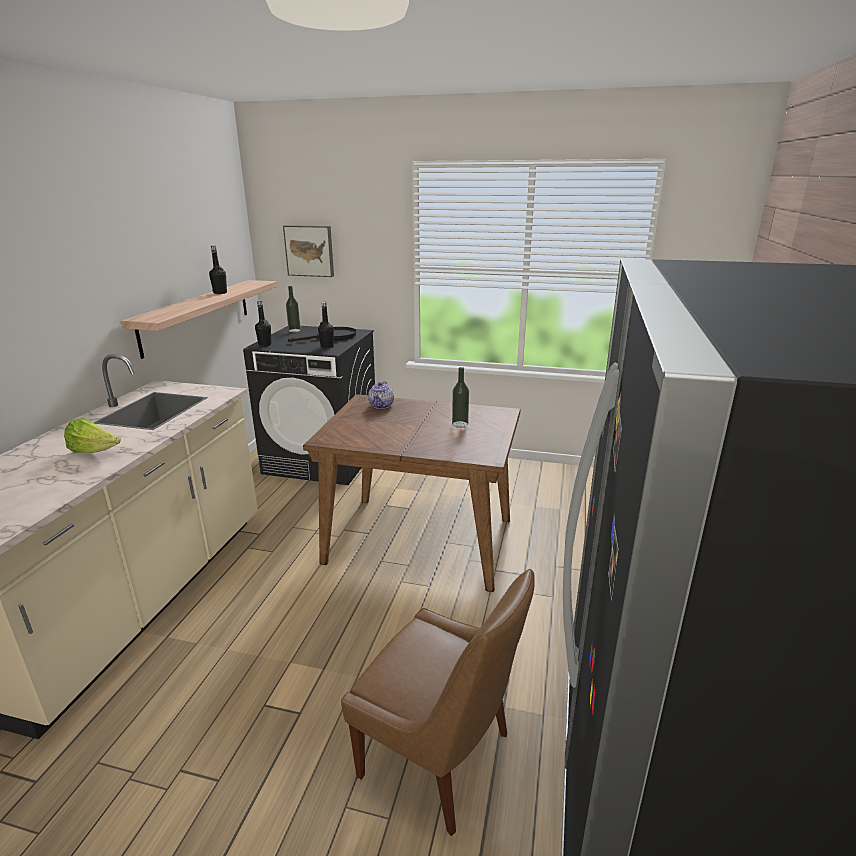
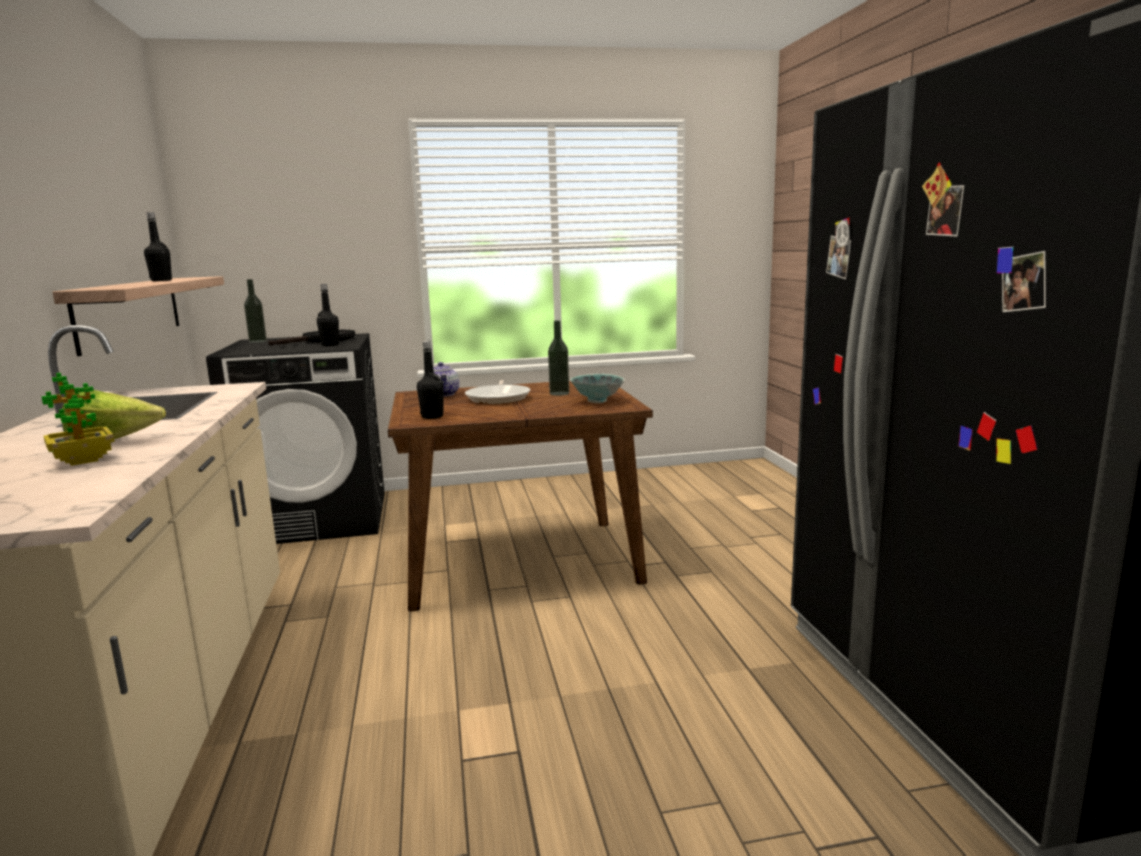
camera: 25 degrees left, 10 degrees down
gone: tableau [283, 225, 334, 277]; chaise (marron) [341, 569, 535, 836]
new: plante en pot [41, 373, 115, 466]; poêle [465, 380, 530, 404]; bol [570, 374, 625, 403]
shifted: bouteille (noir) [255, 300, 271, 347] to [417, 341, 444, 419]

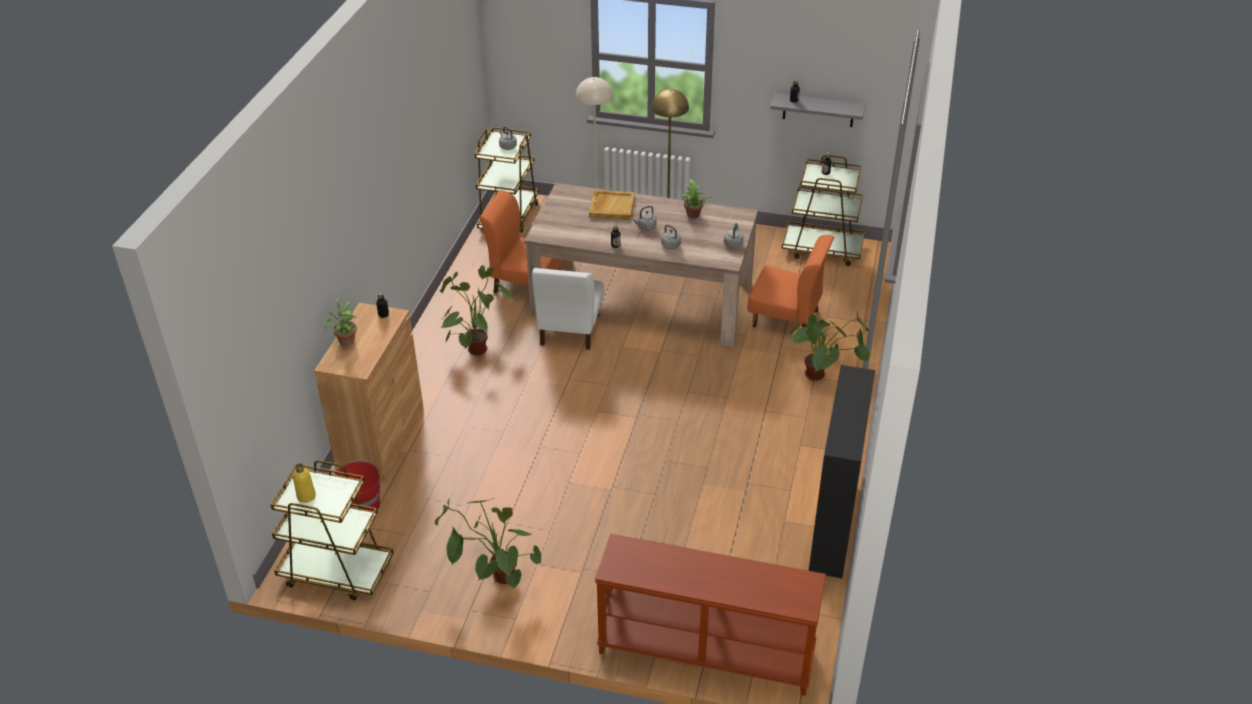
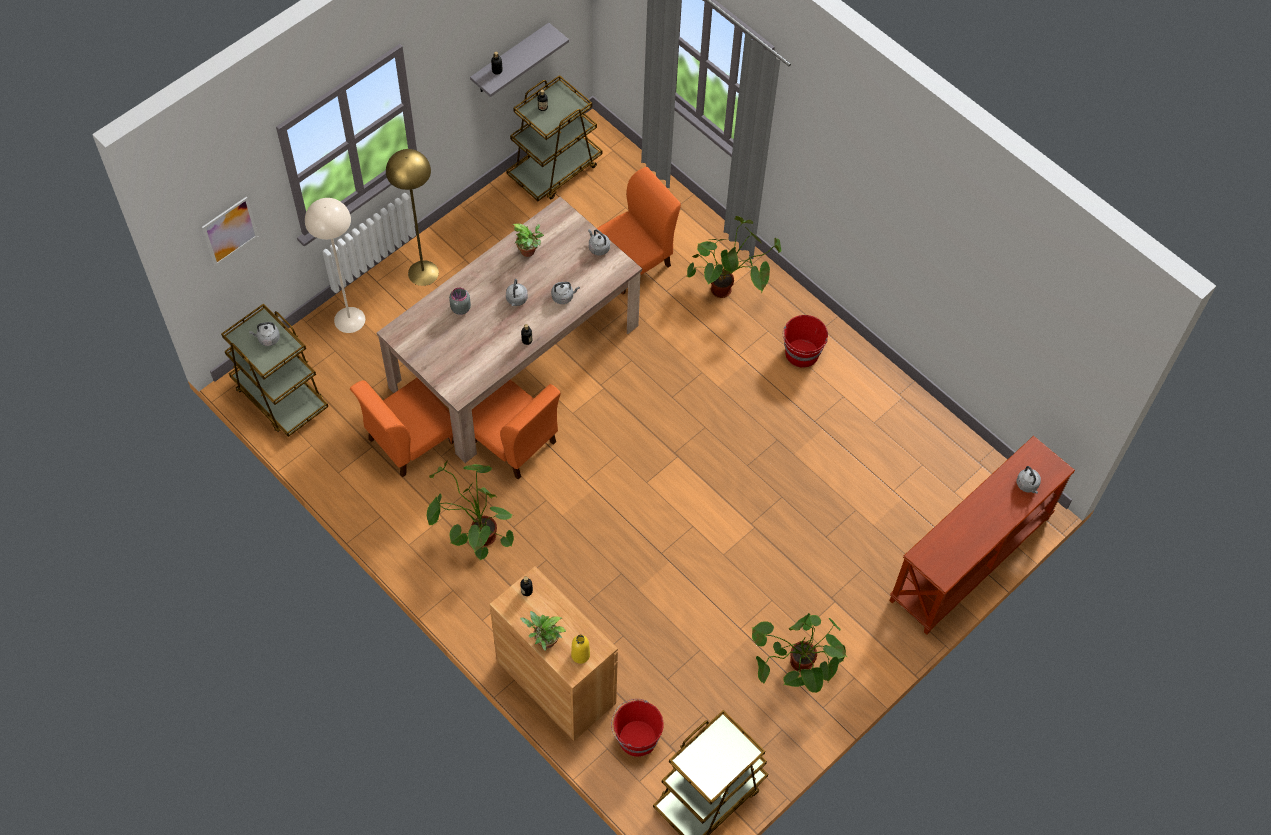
camera: 60 degrees left, 20 degrees up
gone: bibliothèque (noir) [809, 365, 875, 578]
new: tableau [202, 196, 258, 266]; seau (rouge) [783, 315, 828, 368]; bouilloire (gris) [1016, 466, 1041, 494]
shifted: bouteille (jaune) [293, 463, 316, 503] to [571, 635, 590, 664]
swapped: plateau (beige) [589, 190, 635, 220] to bocal (gris) [449, 287, 471, 315]
repainted: chaise (blanc) [532, 268, 604, 350] to chaise (orange) [472, 380, 561, 480]

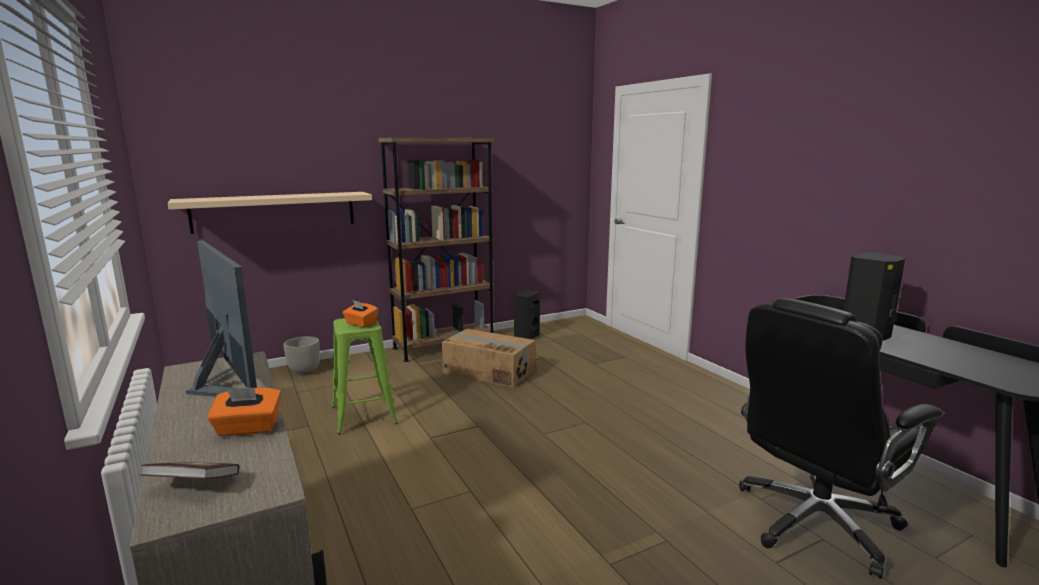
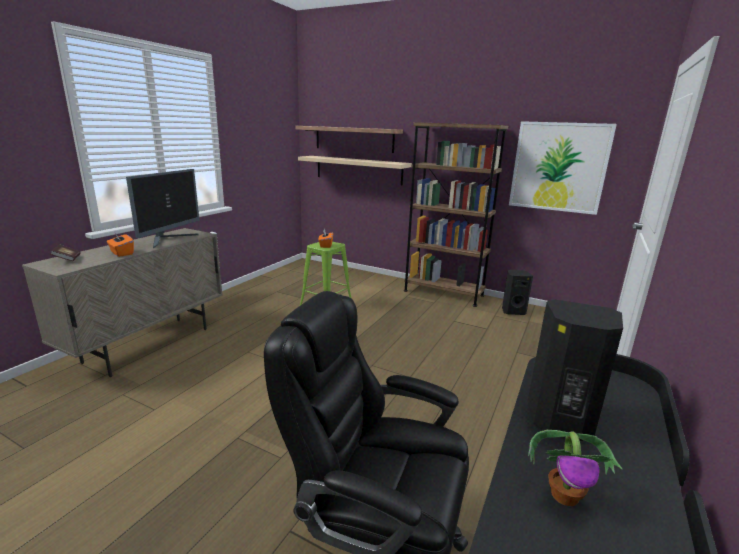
camera: 55 degrees right, 5 degrees up
gone: cache-pot [283, 336, 320, 375]; carton [442, 329, 535, 388]
new: étagère [296, 126, 403, 153]; tableau [509, 121, 617, 215]; plante en pot [528, 430, 623, 506]

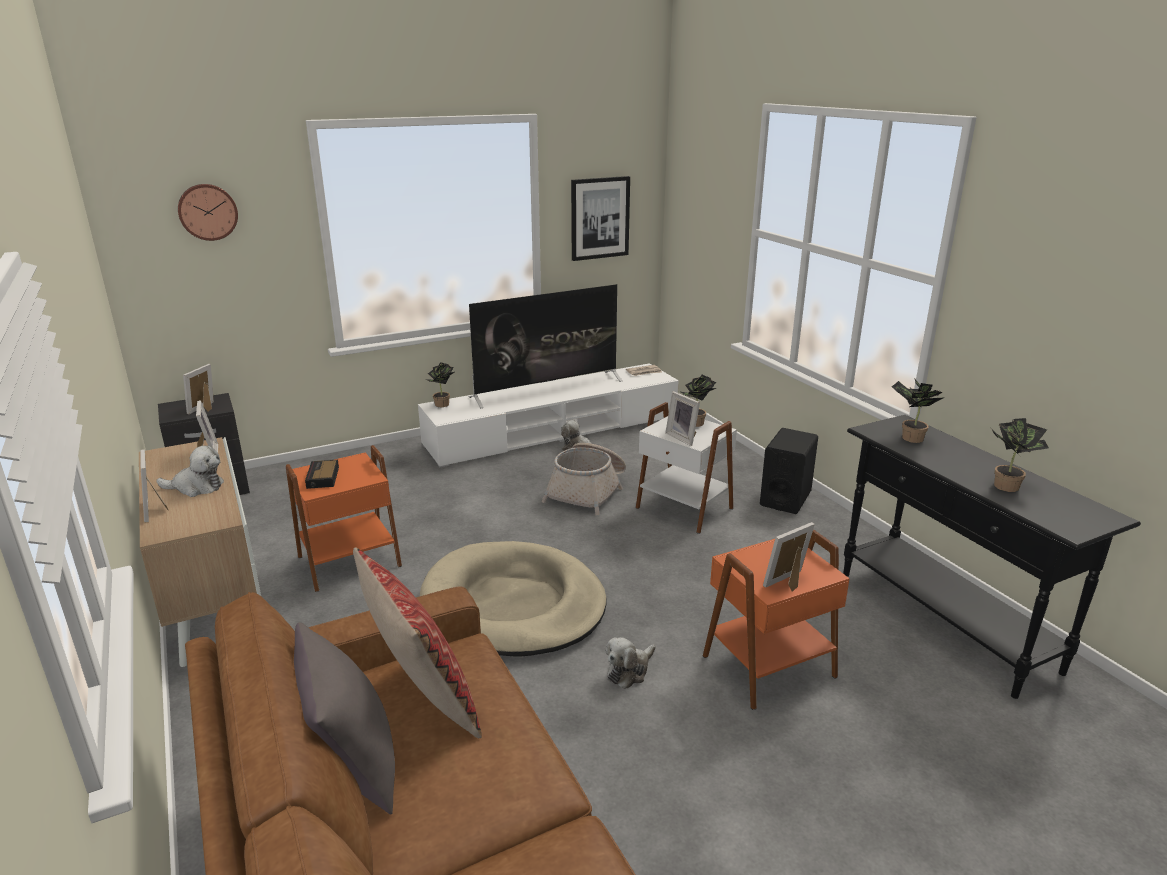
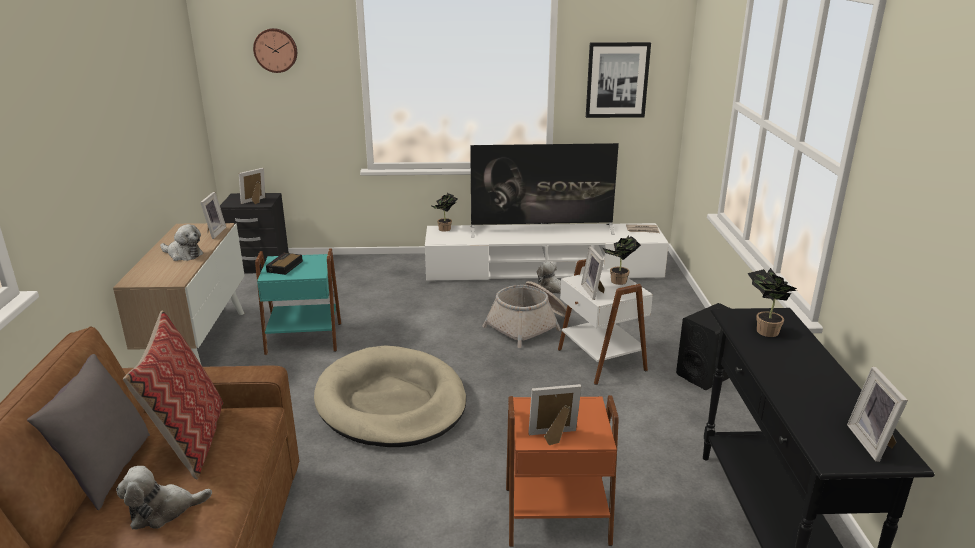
camera: 25 degrees right, 0 degrees up
gone: plante en pot [992, 418, 1049, 492]
shifted: peluche [606, 637, 655, 689] to [116, 466, 212, 529]; cadre photo [140, 449, 169, 522] to [847, 367, 908, 462]
repainted: table d'appoint (orange) [286, 445, 402, 592] to table d'appoint (turquoise) [255, 249, 341, 355]

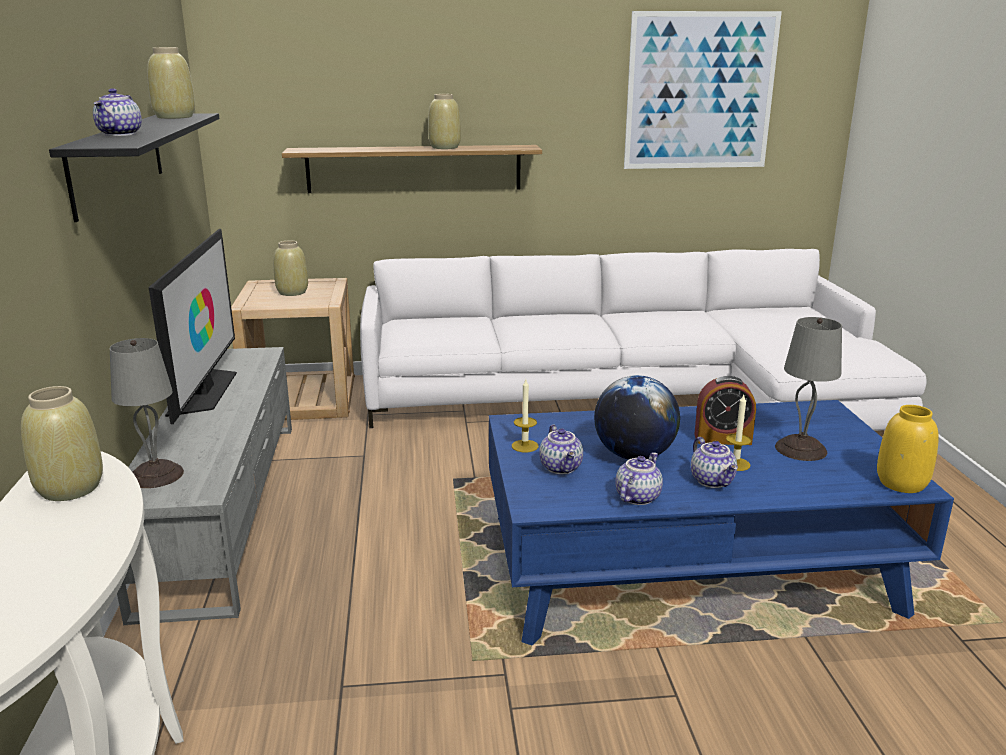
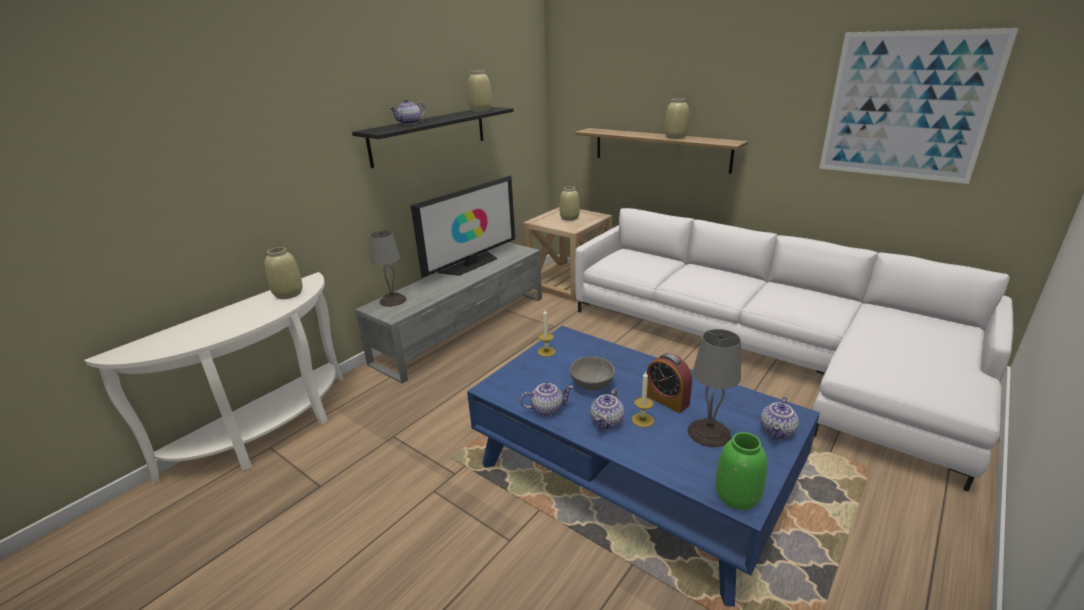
camera: 45 degrees right, 5 degrees up
shifted: théière [539, 425, 583, 474] to [760, 397, 799, 439]
swapped: globe [594, 375, 680, 460] to bol (gris) [570, 356, 615, 391]
repainted: vase (jaune) [877, 405, 939, 493] to vase (vert) [715, 432, 767, 510]

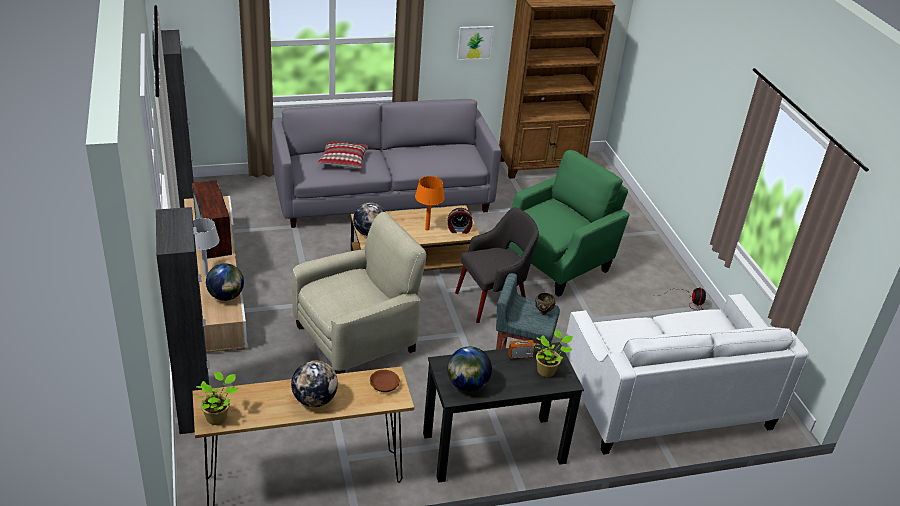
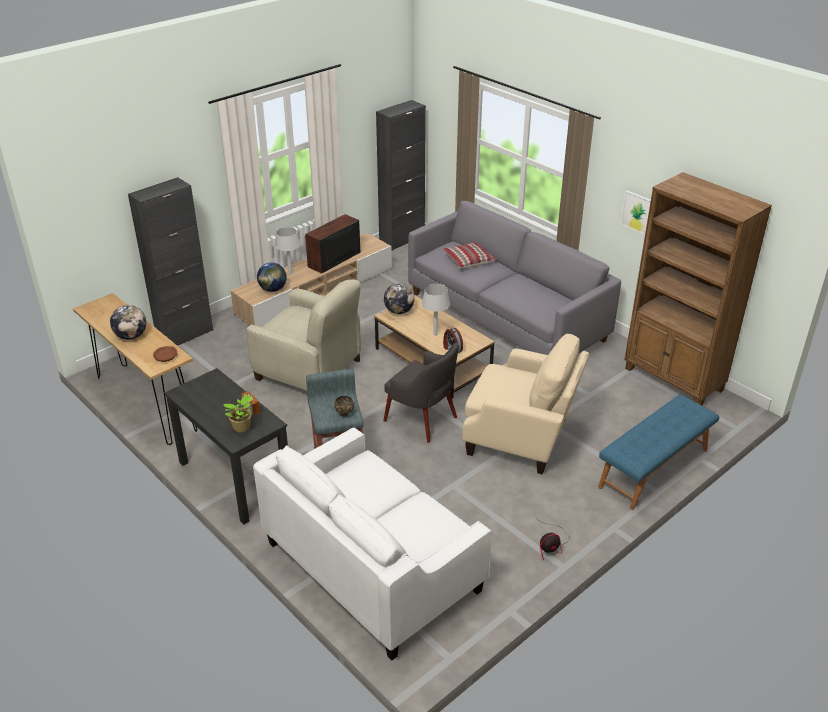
camera: 65 degrees right, 0 degrees up
gone: plante en pot [196, 372, 239, 425]; globe [447, 347, 492, 391]
new: banc (bleu) [598, 395, 719, 510]
repainted: lampe de table (orange) [415, 176, 445, 231] to lampe de table (gris) [422, 284, 450, 336]; fauteuil (vert) [508, 150, 630, 297] to fauteuil (beige) [462, 334, 589, 475]

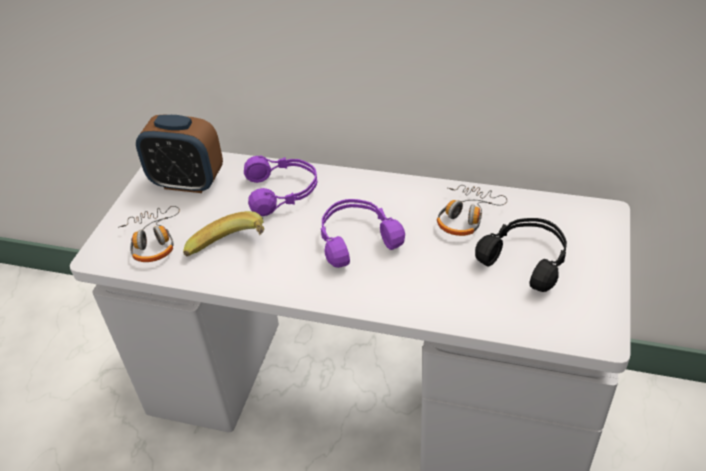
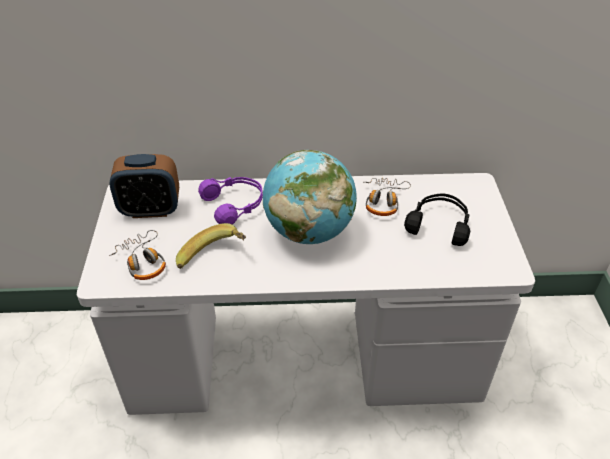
camera: 20 degrees left, 0 degrees up
swapped: casque audio (violet) [321, 199, 405, 268] to globe [263, 150, 357, 244]

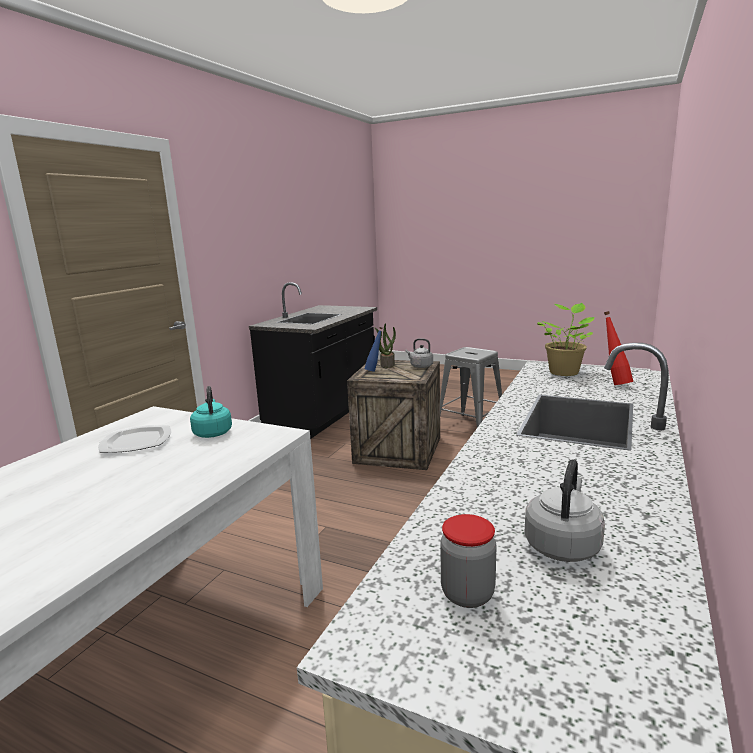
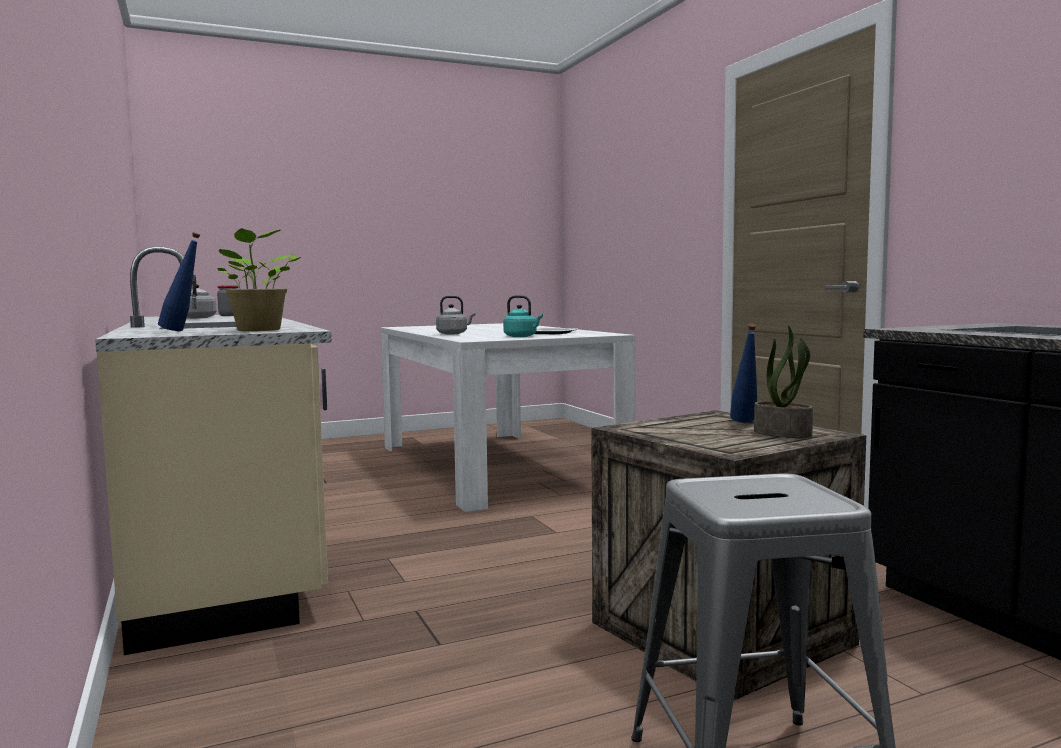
camera: 130 degrees right, 10 degrees down
shifted: bouilloire (gris) [406, 338, 433, 368] to [436, 296, 476, 334]
repainted: bouteille (rouge) [604, 311, 633, 385] to bouteille (bleu) [158, 232, 200, 331]

